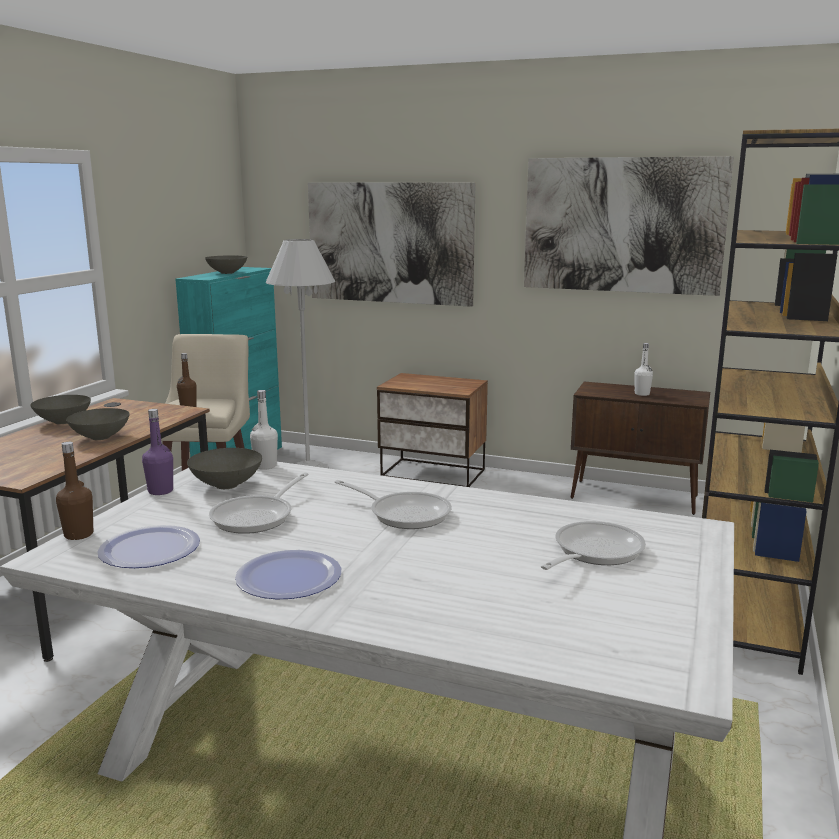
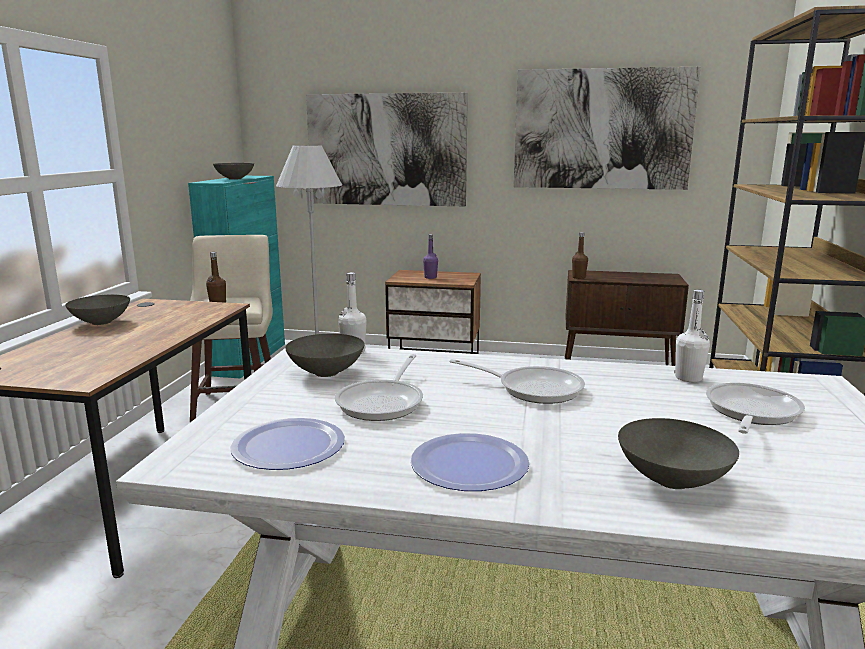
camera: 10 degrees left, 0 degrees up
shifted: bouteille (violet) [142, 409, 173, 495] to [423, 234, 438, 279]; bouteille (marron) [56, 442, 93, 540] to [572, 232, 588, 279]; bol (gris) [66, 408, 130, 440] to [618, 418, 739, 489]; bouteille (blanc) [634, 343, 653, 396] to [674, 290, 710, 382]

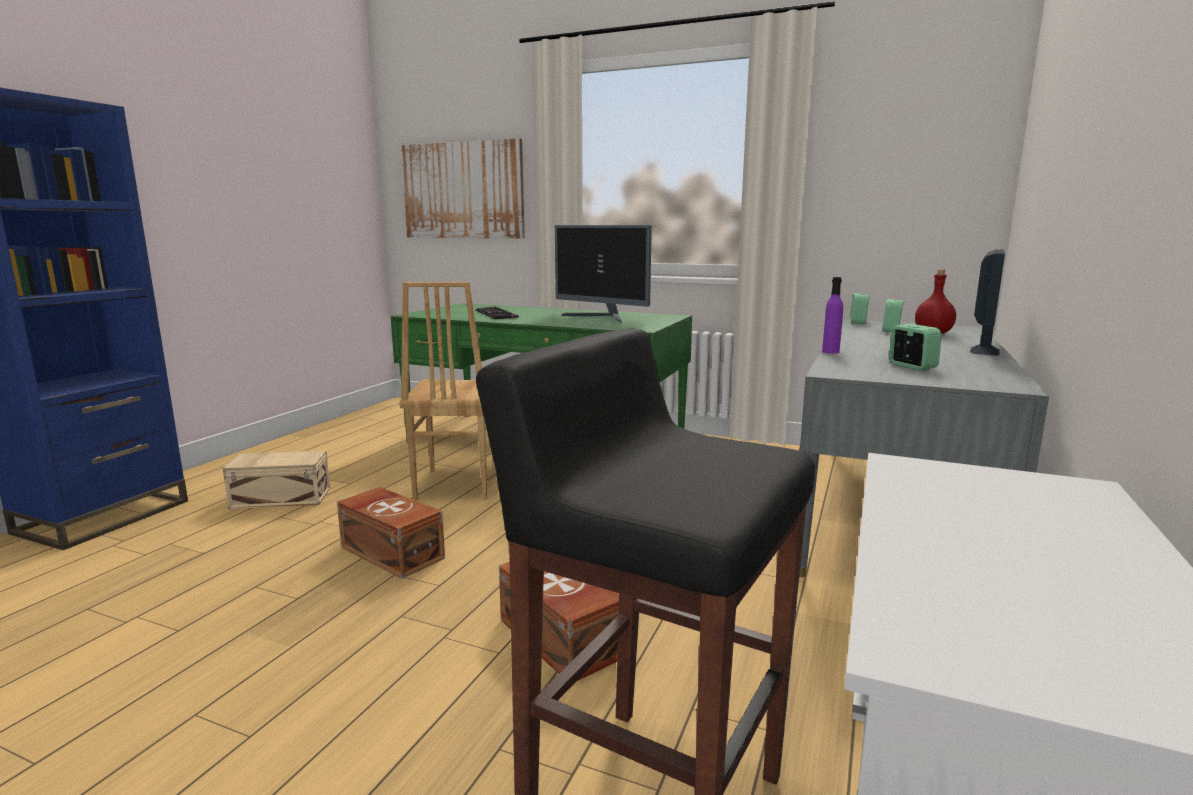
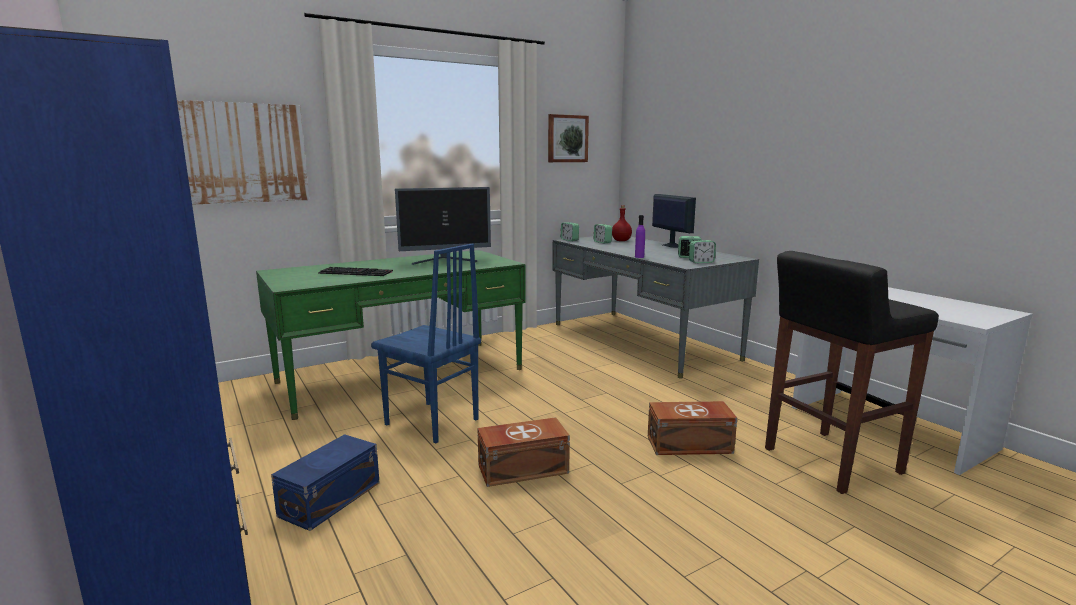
camera: 55 degrees left, 0 degrees up
new: tableau [548, 114, 589, 162]; réveil [689, 240, 716, 263]
repainted: boîte de rangement (beige) [223, 451, 330, 509] to boîte de rangement (bleu) [271, 434, 380, 531]; chaise (marron) [399, 282, 496, 500] to chaise (bleu) [371, 244, 481, 443]

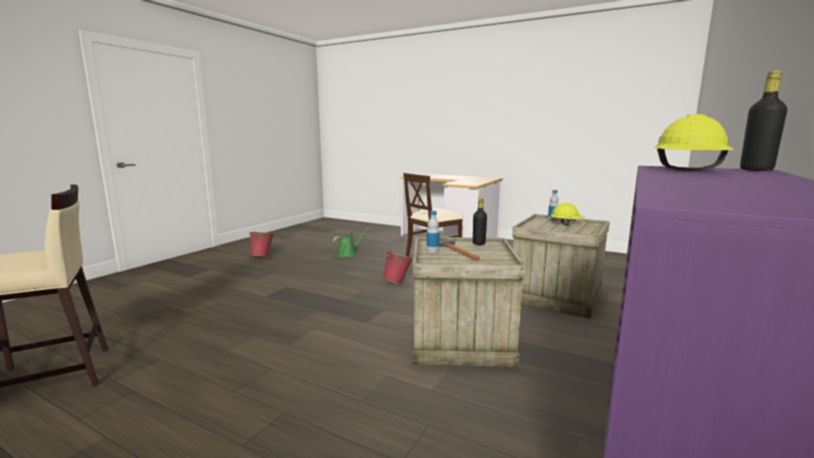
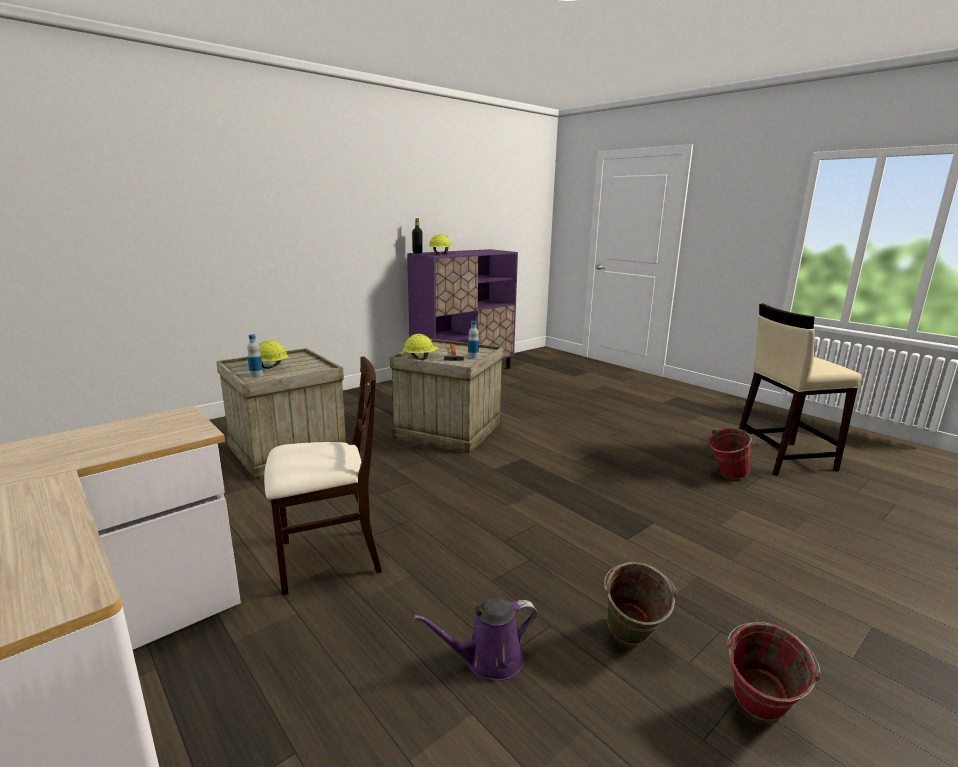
camera: 160 degrees left, 5 degrees up
new: seau (vert) [604, 562, 677, 645]
shifted: seau (rouge) [383, 250, 413, 284] to [708, 428, 755, 479]
swapped: bouteille (noir) [473, 198, 487, 245] to casque de chantier (jaune) [403, 334, 439, 360]
repainted: arrosoir (vert) [333, 228, 369, 258] to arrosoir (violet) [414, 599, 537, 681]

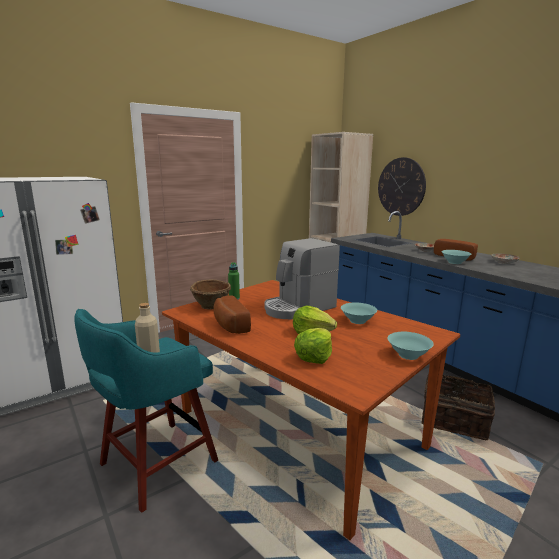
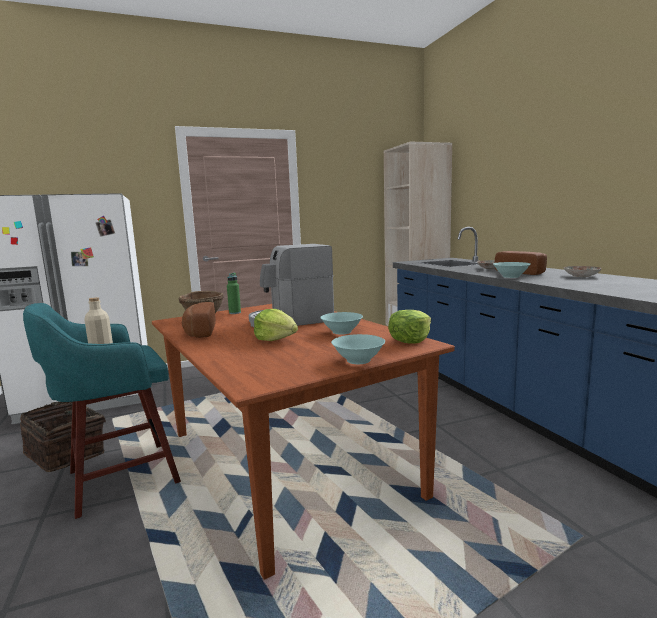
camera: 15 degrees right, 5 degrees down
gone: horloge murale [378, 157, 426, 216]
shifted: panier [421, 373, 495, 440] to [20, 402, 106, 472]; laitue [294, 328, 332, 364] to [388, 310, 431, 344]

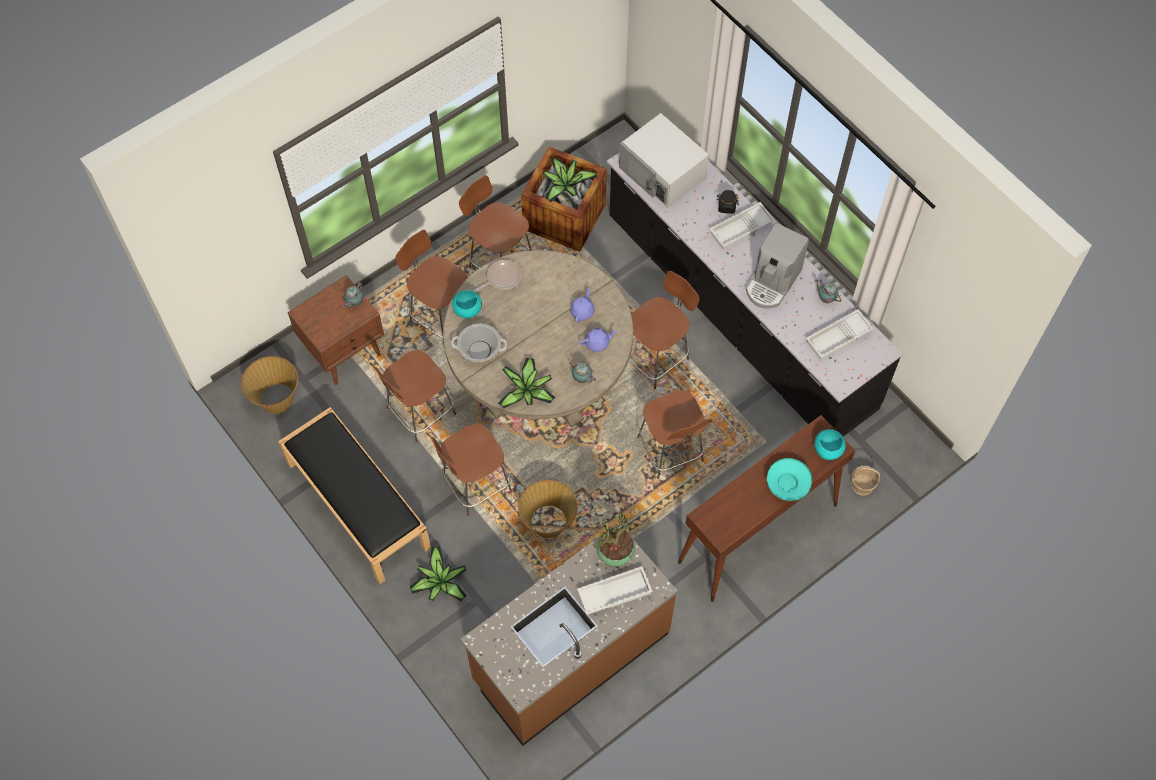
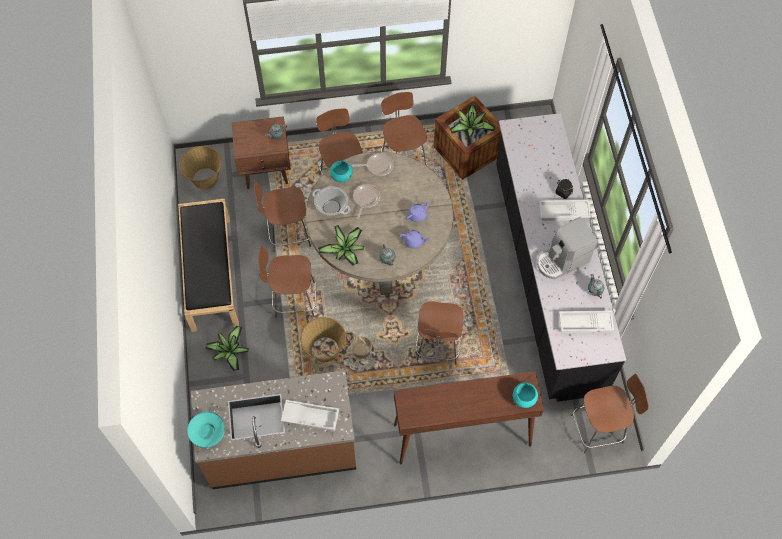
camera: 30 degrees right, 0 degrees up
gone: plante en pot [593, 512, 635, 567]; micro-ondes (blanc) [619, 113, 709, 208]
new: poêle [353, 184, 380, 219]
shifted: bol (turquoise) [767, 458, 812, 501] to [187, 412, 225, 448]; panier [851, 466, 880, 496] to [350, 335, 372, 359]; chaise (marron) [629, 271, 699, 389] to [571, 374, 649, 453]

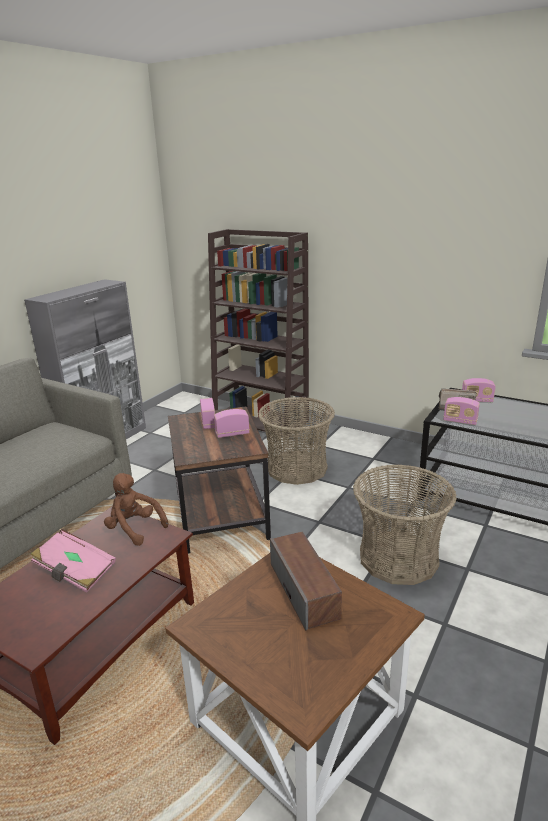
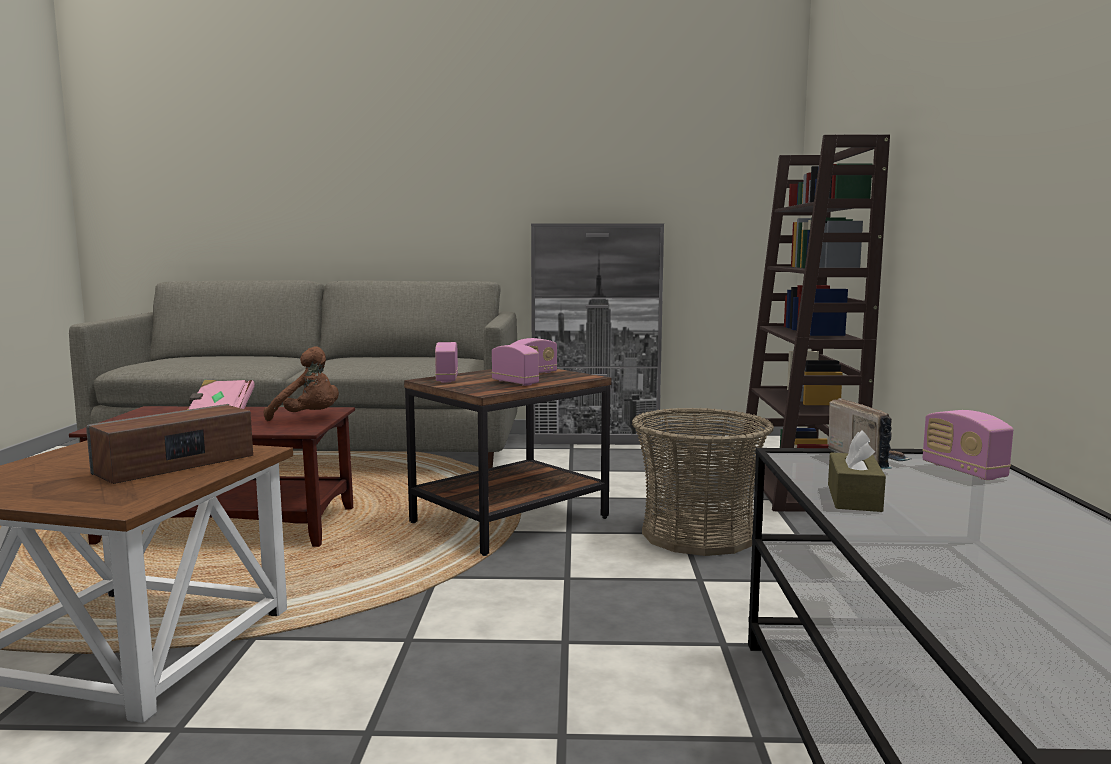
camera: 60 degrees right, 15 degrees down
gone: panier [353, 464, 457, 585]
new: boîte à mouchoirs (marron) [828, 430, 886, 512]
shifted: radio [443, 397, 480, 425] to [435, 342, 458, 383]
rotated: peluche (marron) [104, 473, 168, 546] = [264, 346, 339, 421] 105 degrees clockwise

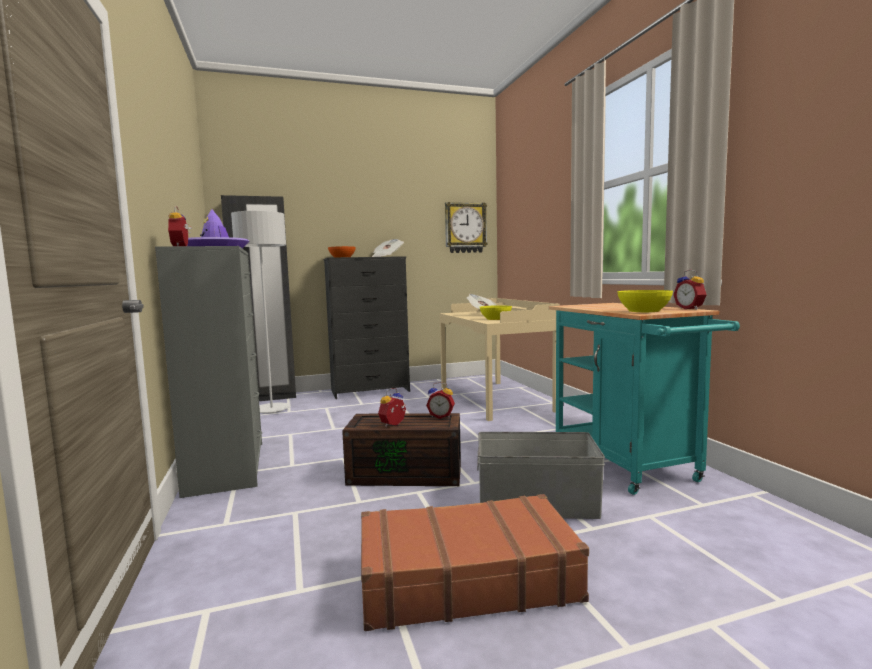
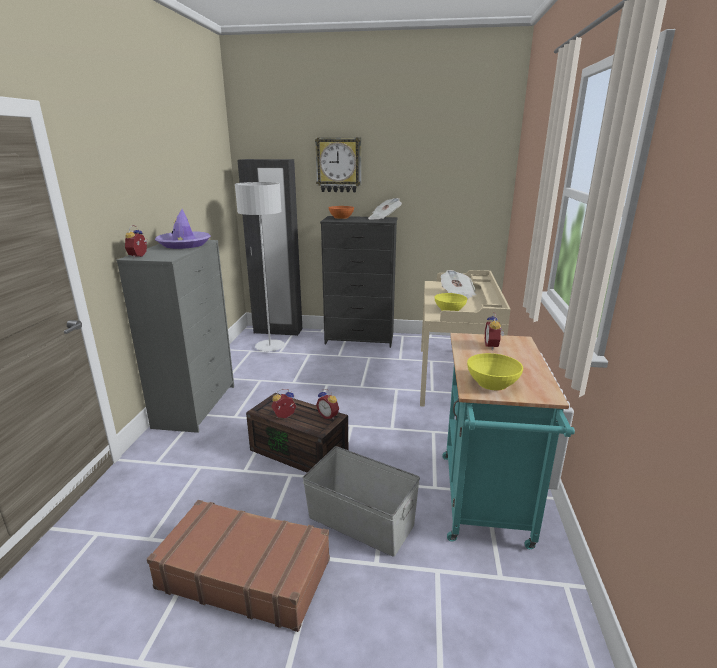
camera: 25 degrees right, 15 degrees up
shifted: horloge murale [445, 202, 488, 253] to [315, 137, 361, 192]; réveil [673, 269, 707, 310] to [485, 313, 504, 350]

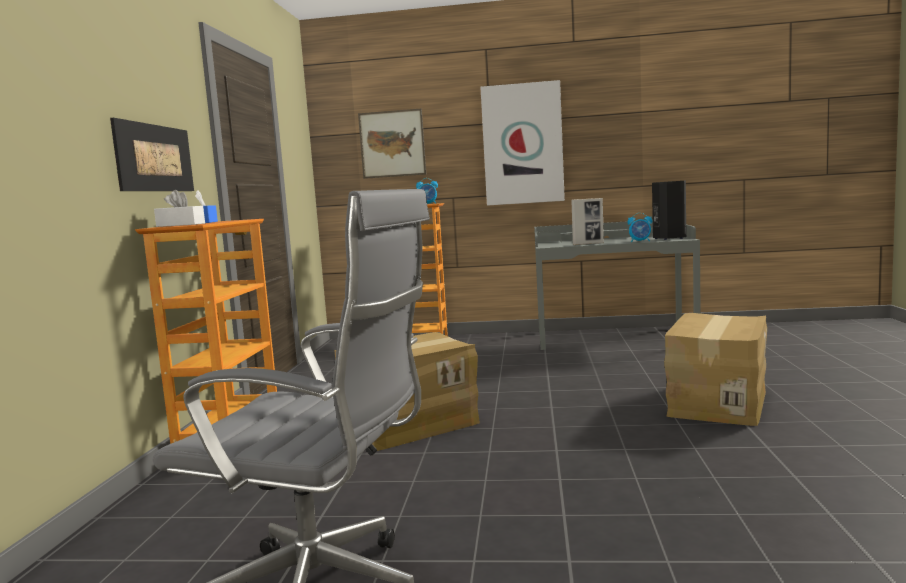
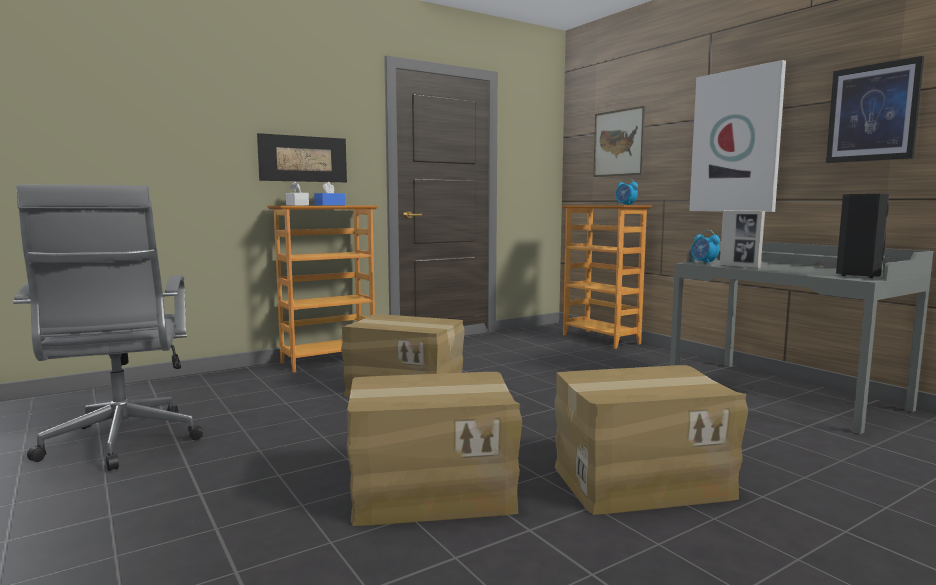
camera: 50 degrees right, 0 degrees up
new: carton [347, 372, 522, 526]; tableau [826, 56, 924, 163]
shifted: réveil [628, 213, 652, 242] to [691, 230, 720, 264]

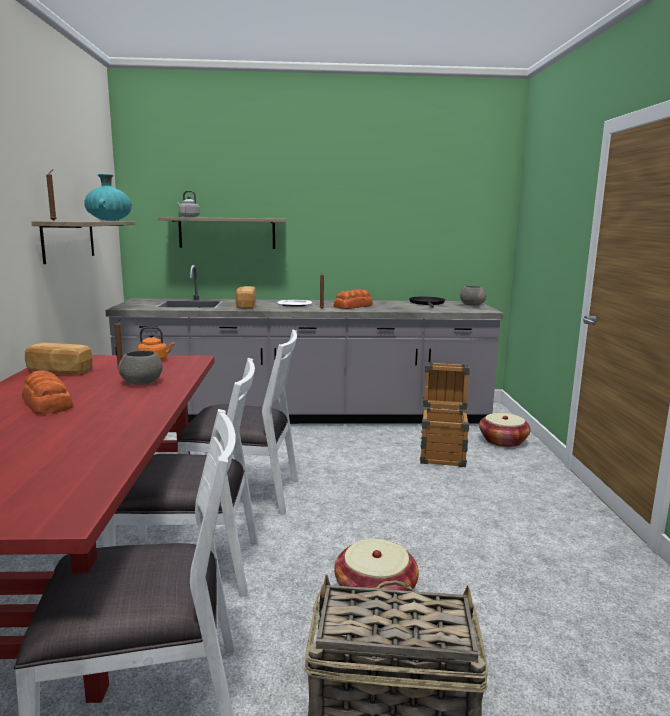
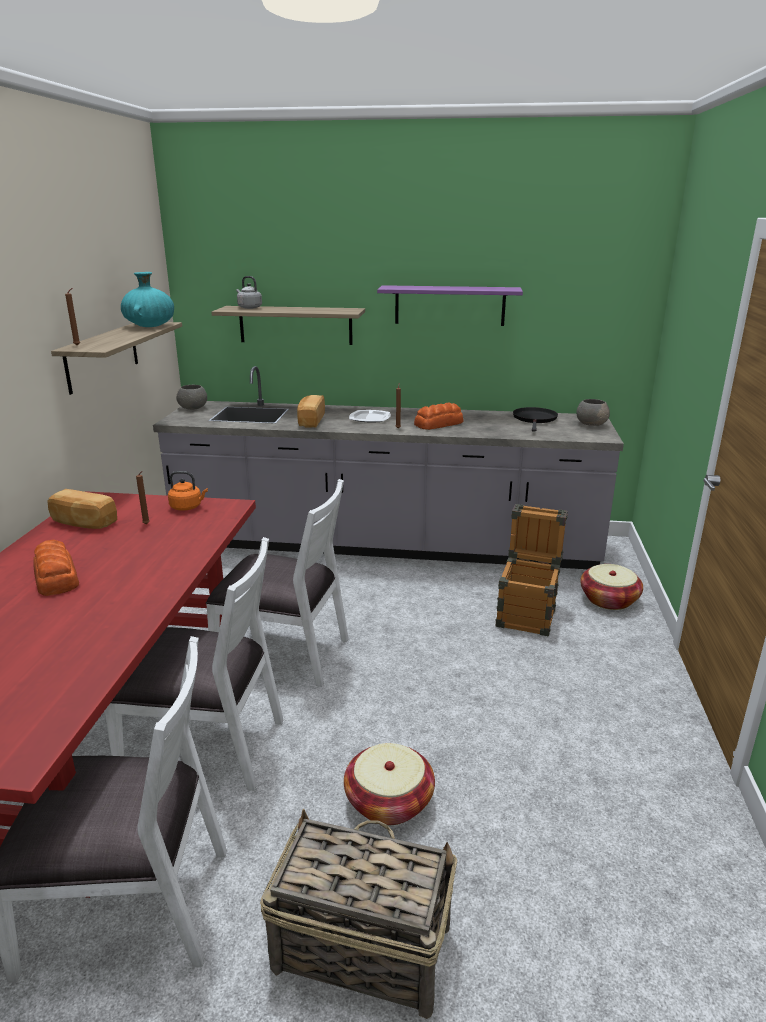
camera: 10 degrees right, 10 degrees up
new: étagère (violet) [377, 285, 523, 326]
shifted: bol (gris) [118, 350, 163, 385] to [176, 385, 207, 410]

